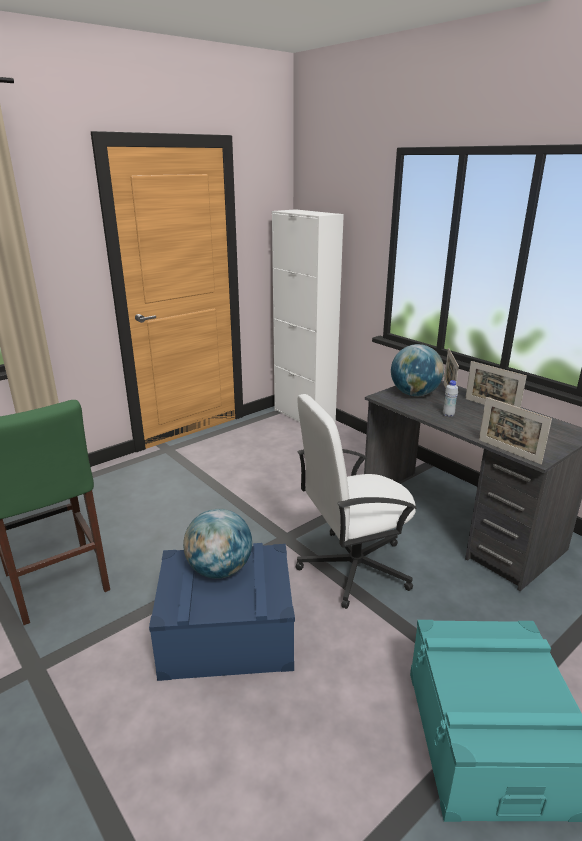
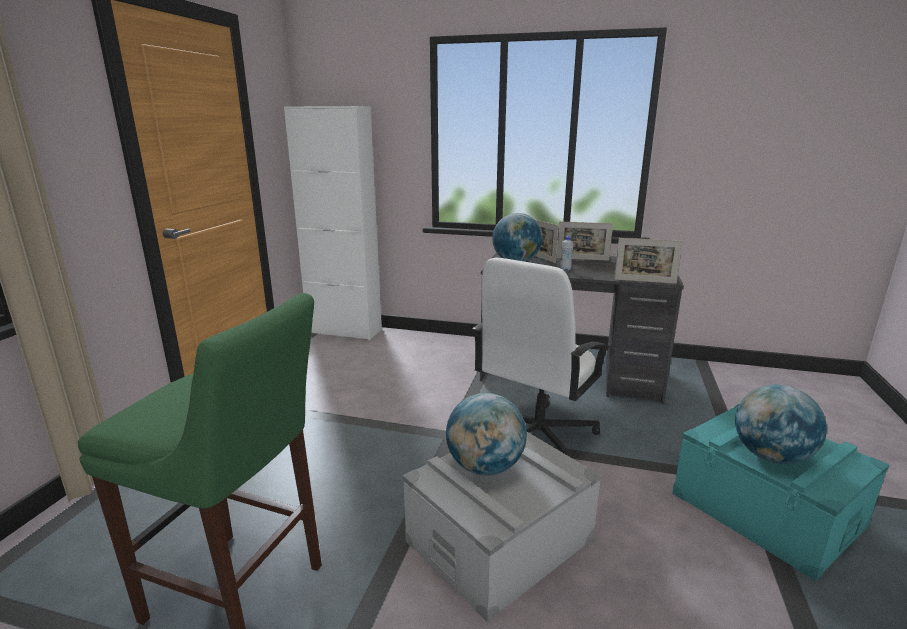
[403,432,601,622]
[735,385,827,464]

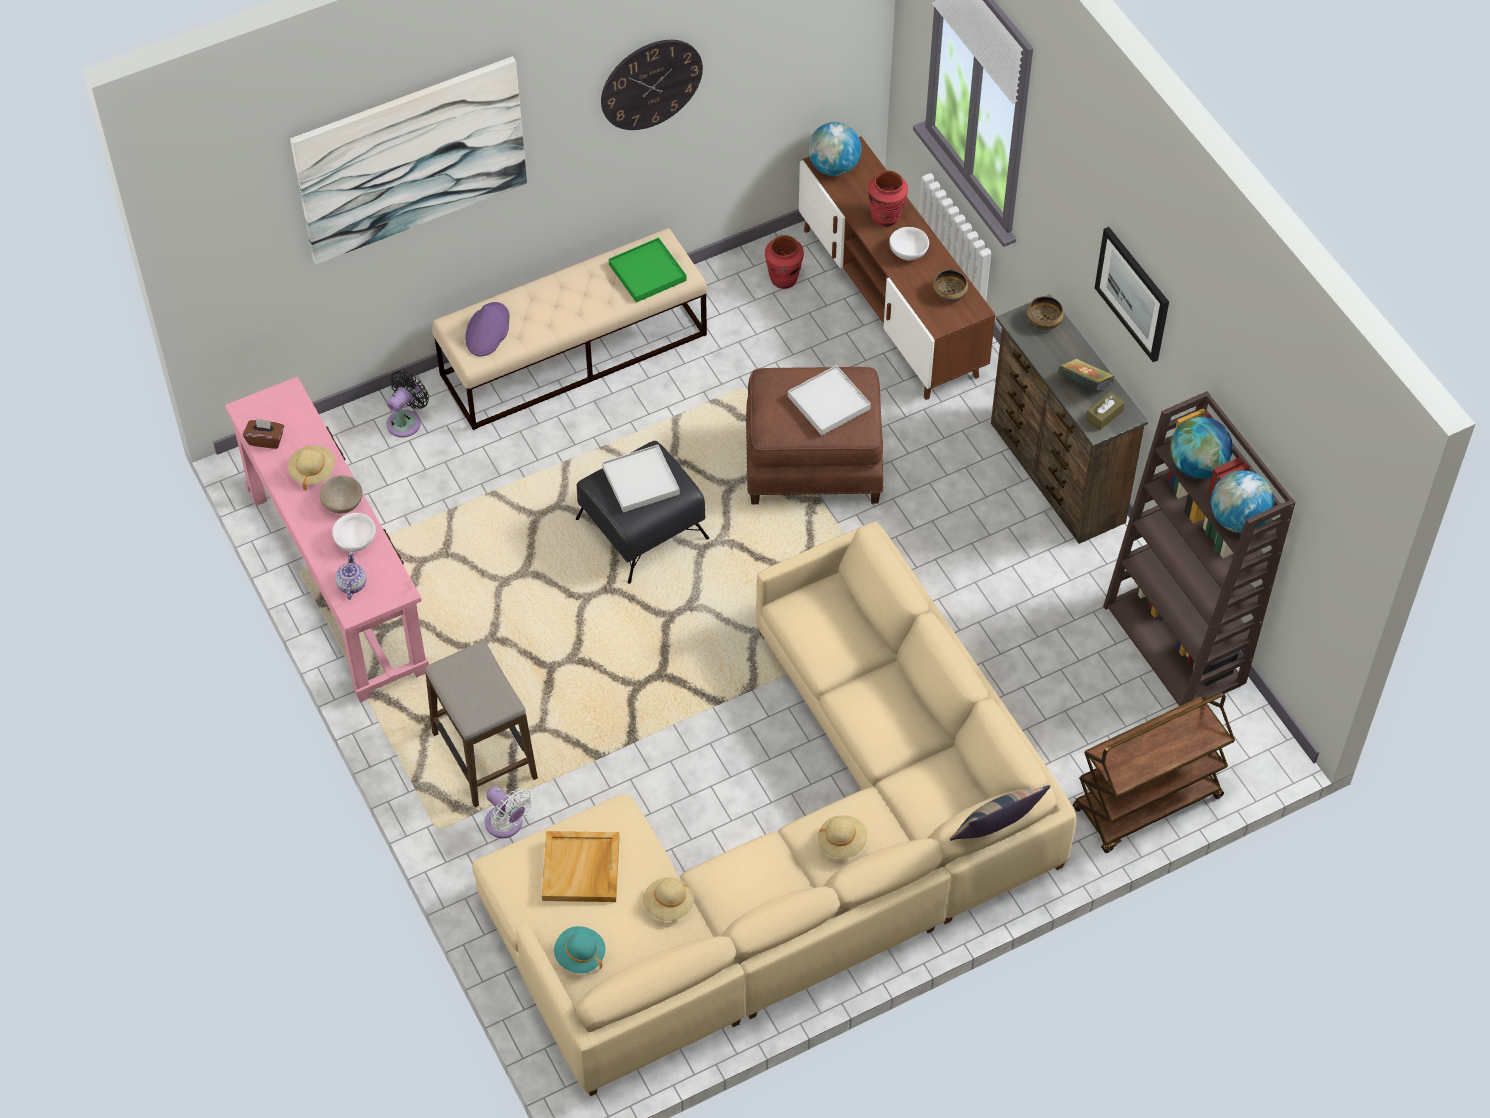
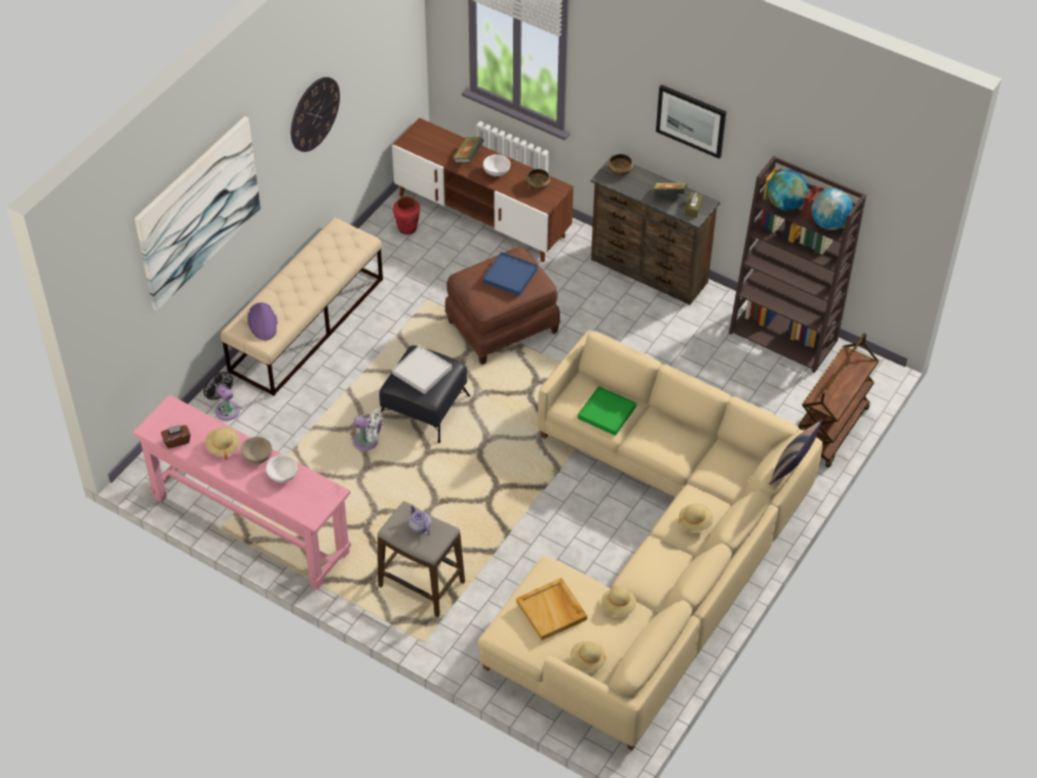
[409,504,431,535]
[203,371,240,421]
[353,409,383,451]
[570,641,606,672]
[578,386,636,436]
[483,252,538,296]
[808,122,861,176] (first image)
[453,137,484,163]

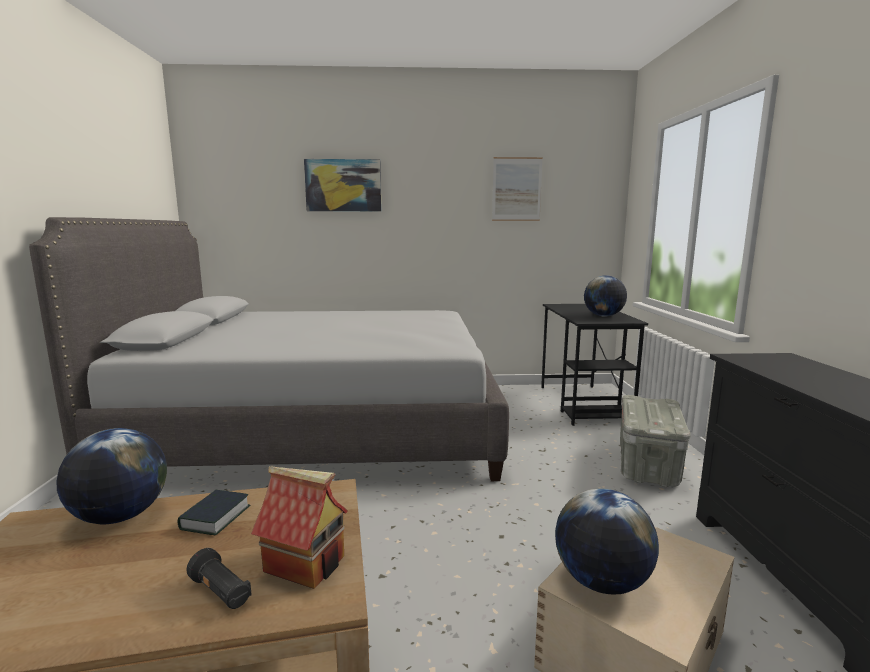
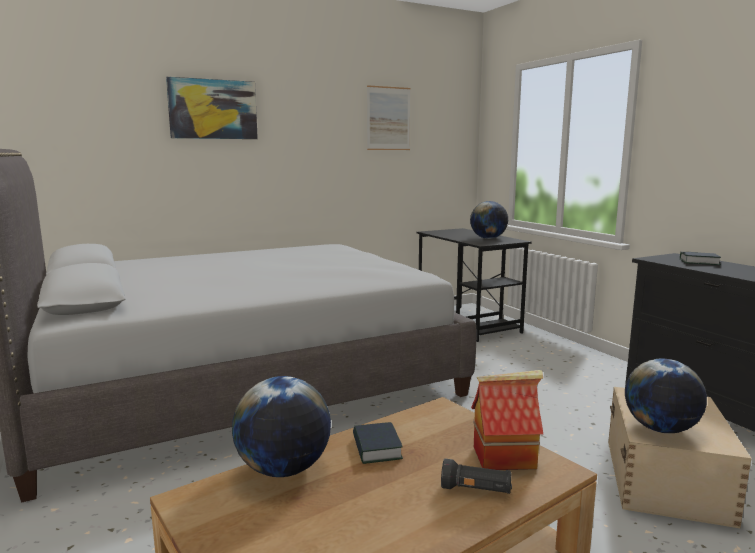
[620,395,691,487] (first image)
[680,252,721,265]

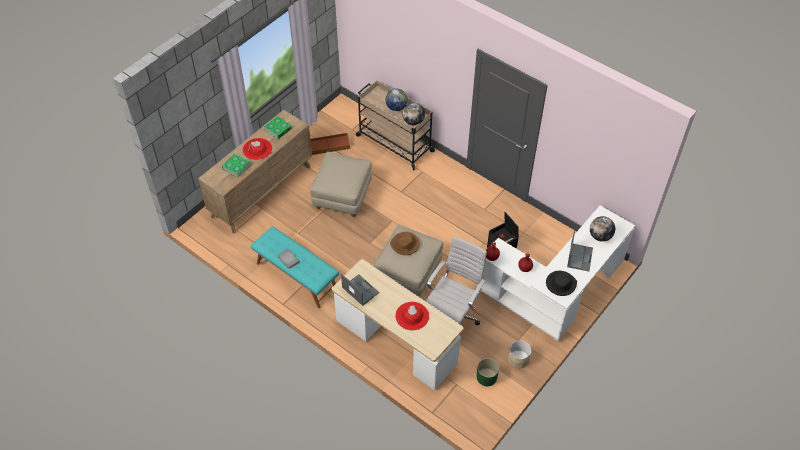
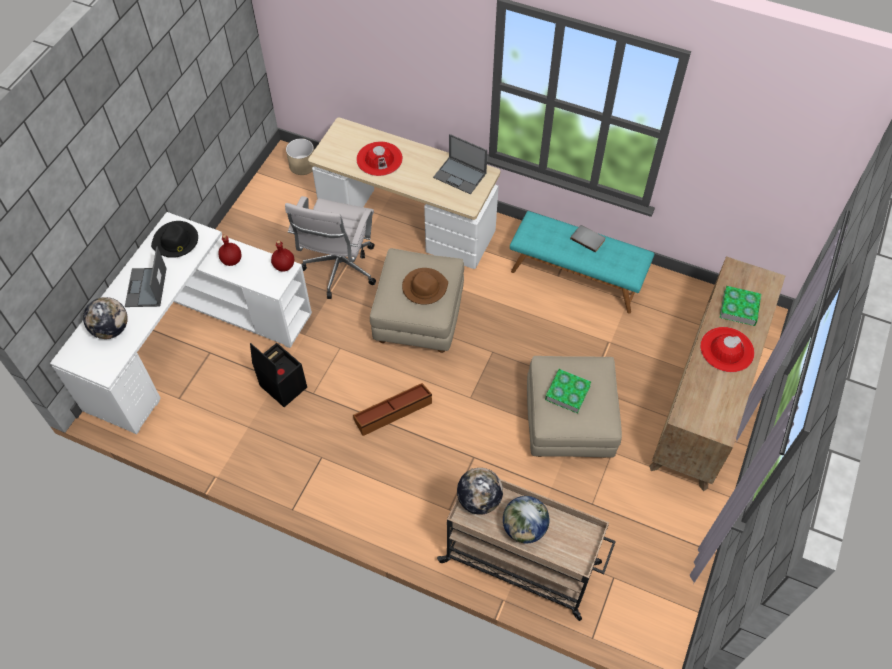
[545,369,591,413]
[353,383,432,436]
[477,358,499,386] (first image)
[286,138,314,175]

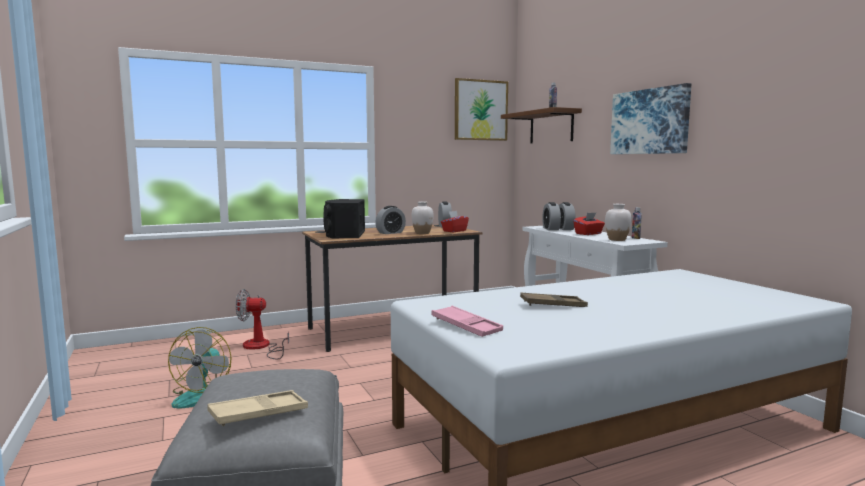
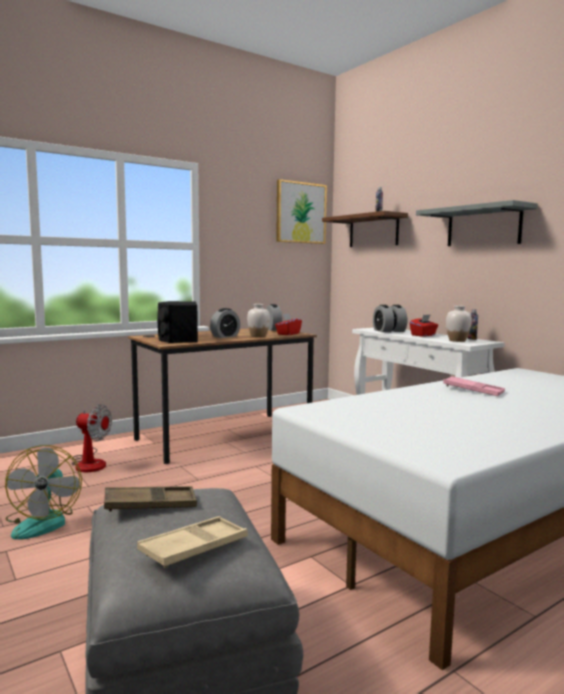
[72,404,112,472]
[443,376,505,396]
[104,486,197,512]
[416,200,538,246]

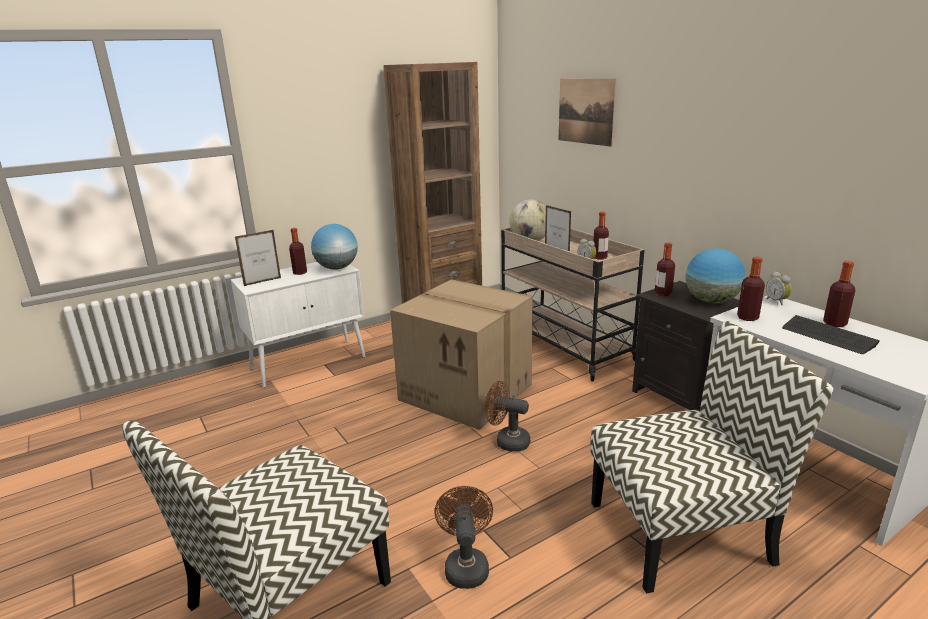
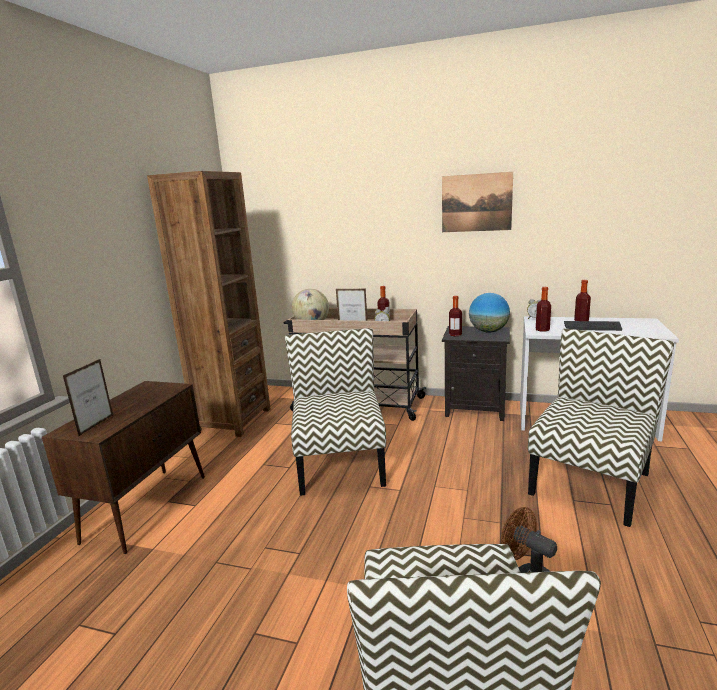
[42,381,205,554]
[289,228,307,275] (first image)
[311,224,358,270] (first image)
[285,328,386,496]
[485,381,530,452] (first image)
[442,172,513,232]

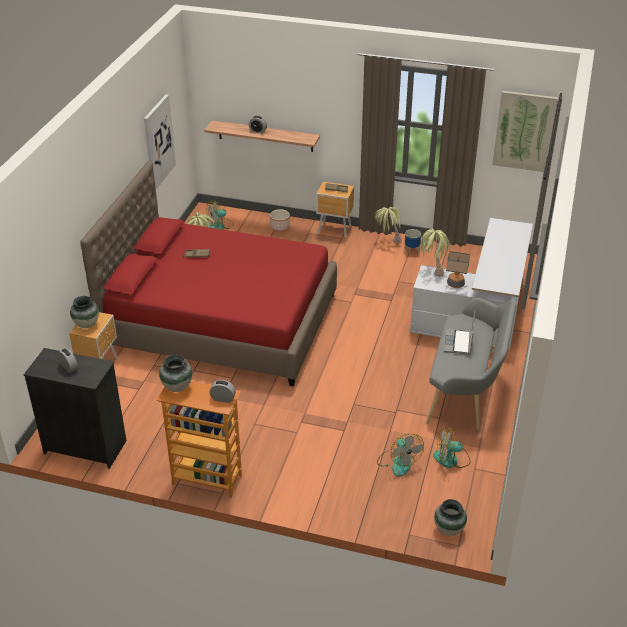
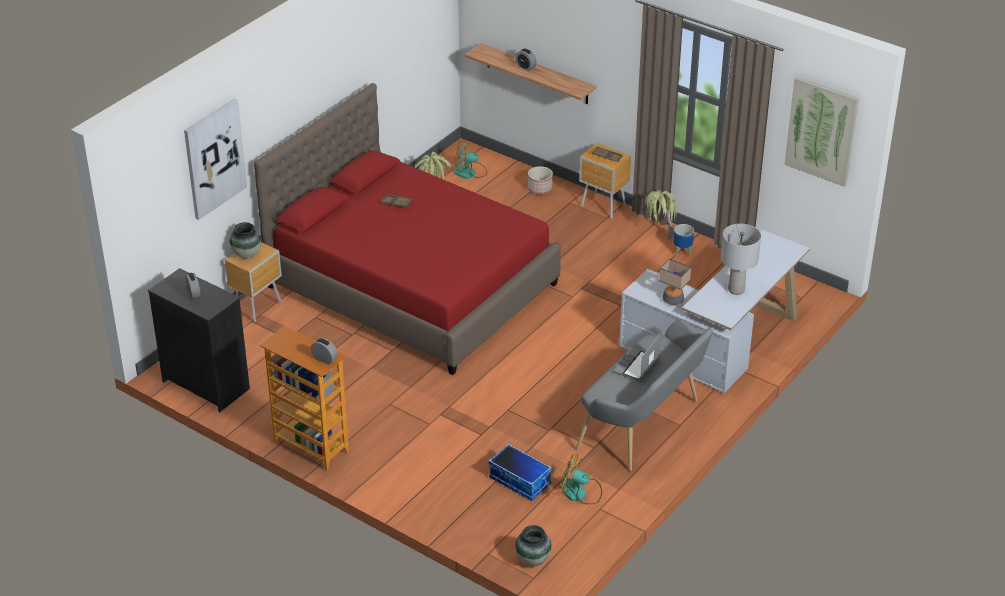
[184,99,247,220]
[159,354,193,392] (first image)
[488,444,552,501]
[420,228,451,277] (first image)
[721,224,761,295]

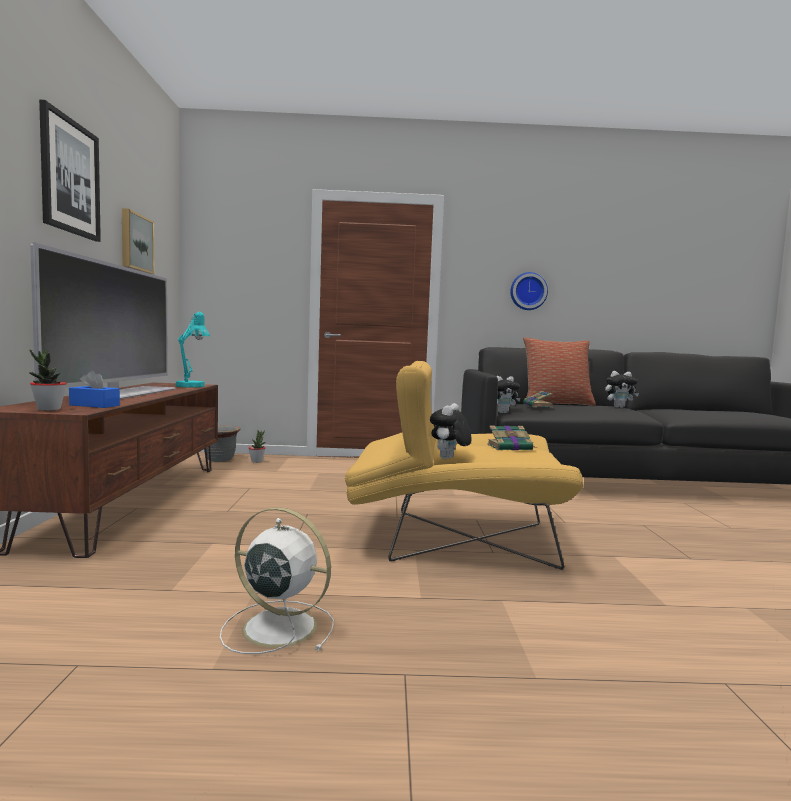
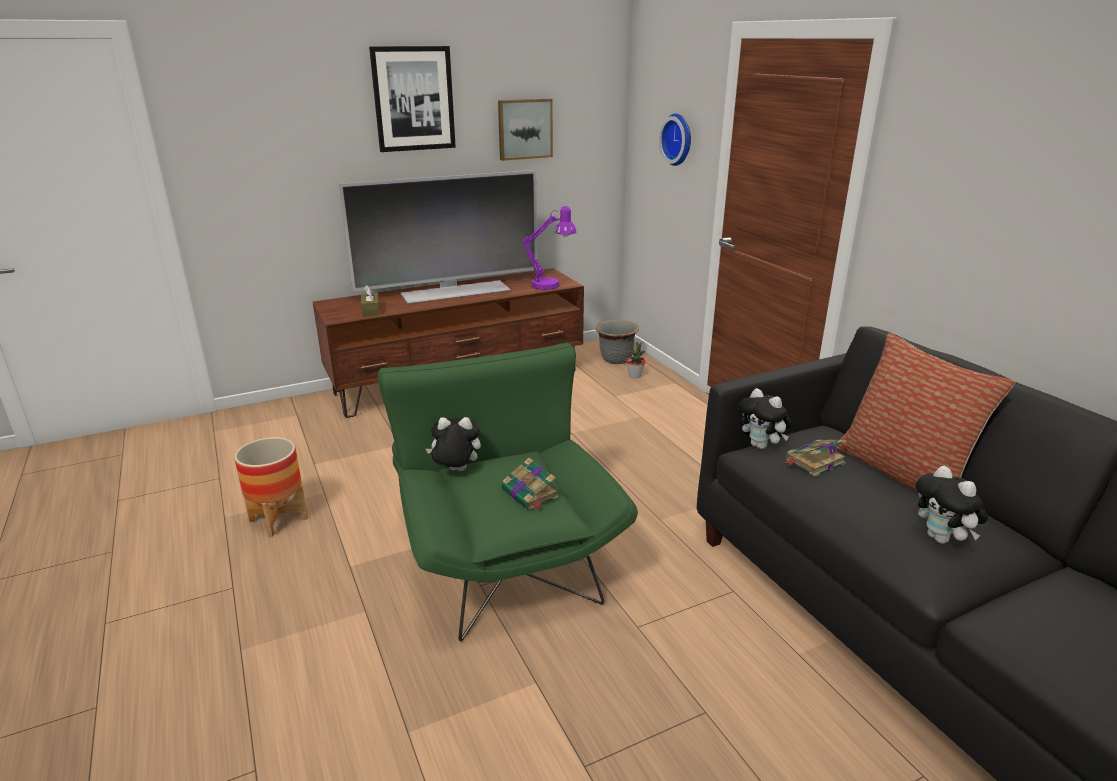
[29,349,67,411] (first image)
[361,285,380,317]
[522,206,576,290]
[234,437,308,537]
[378,343,638,642]
[659,113,691,166]

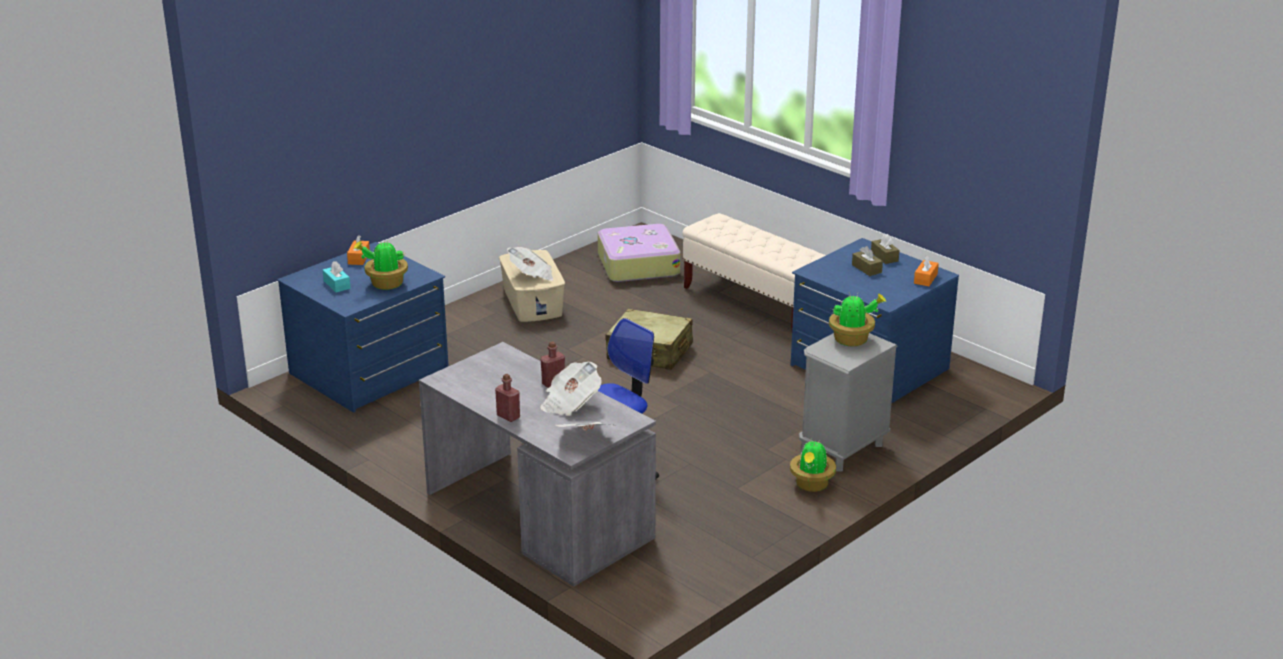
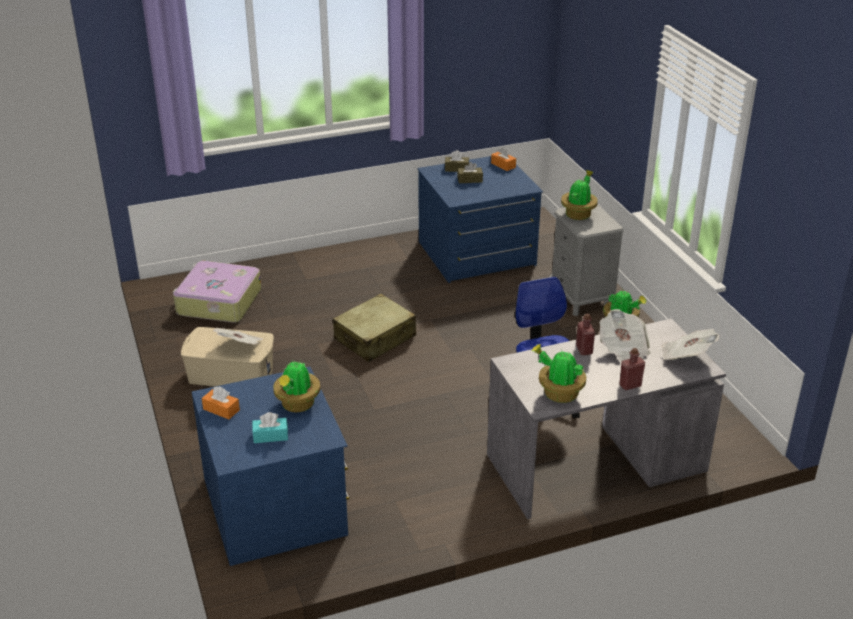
[682,213,826,329] (first image)
[532,344,586,403]

